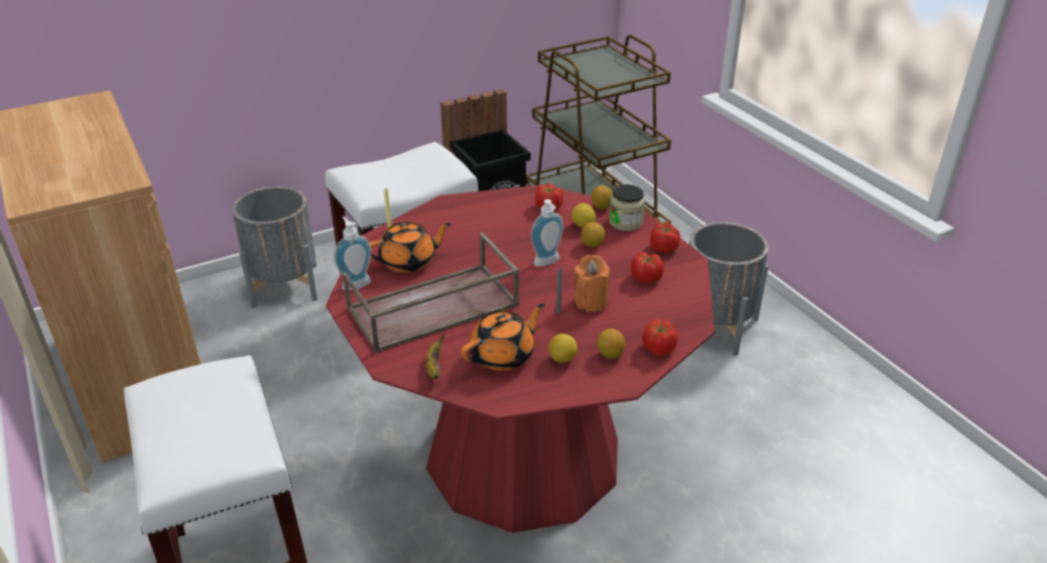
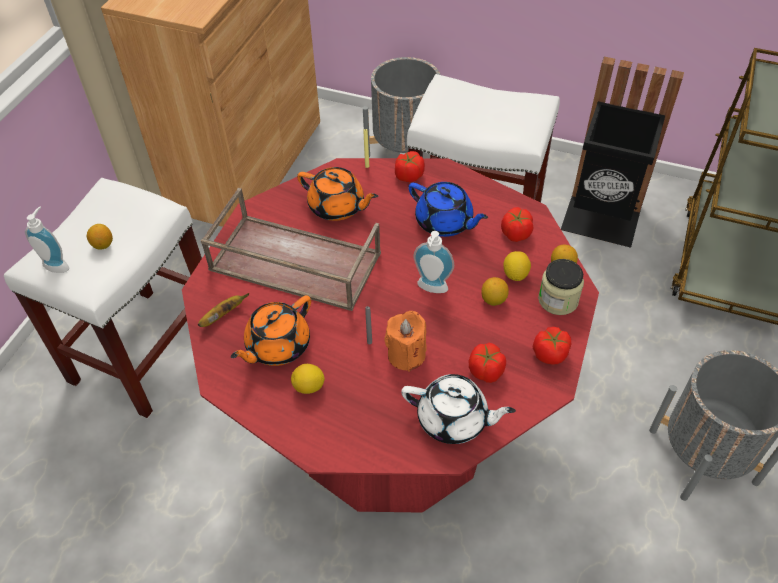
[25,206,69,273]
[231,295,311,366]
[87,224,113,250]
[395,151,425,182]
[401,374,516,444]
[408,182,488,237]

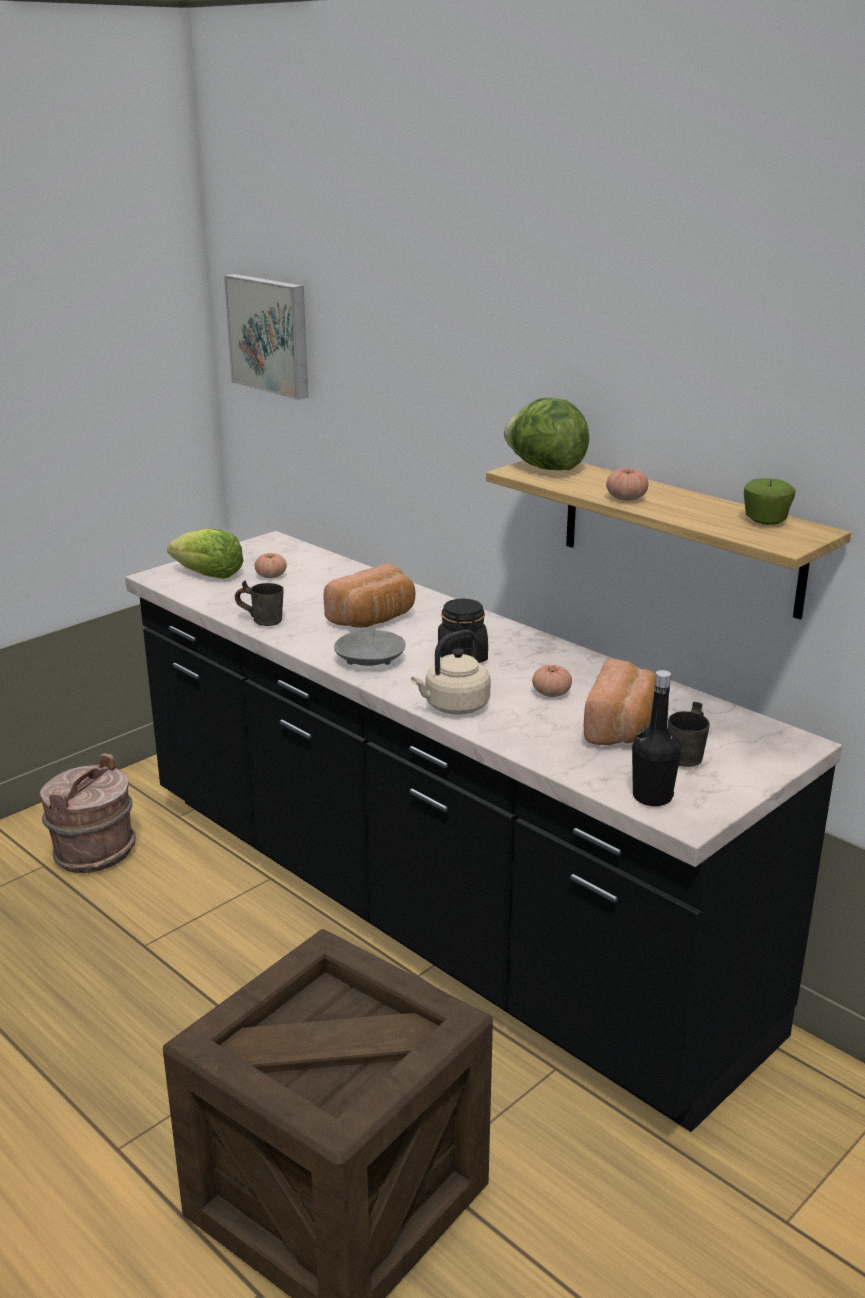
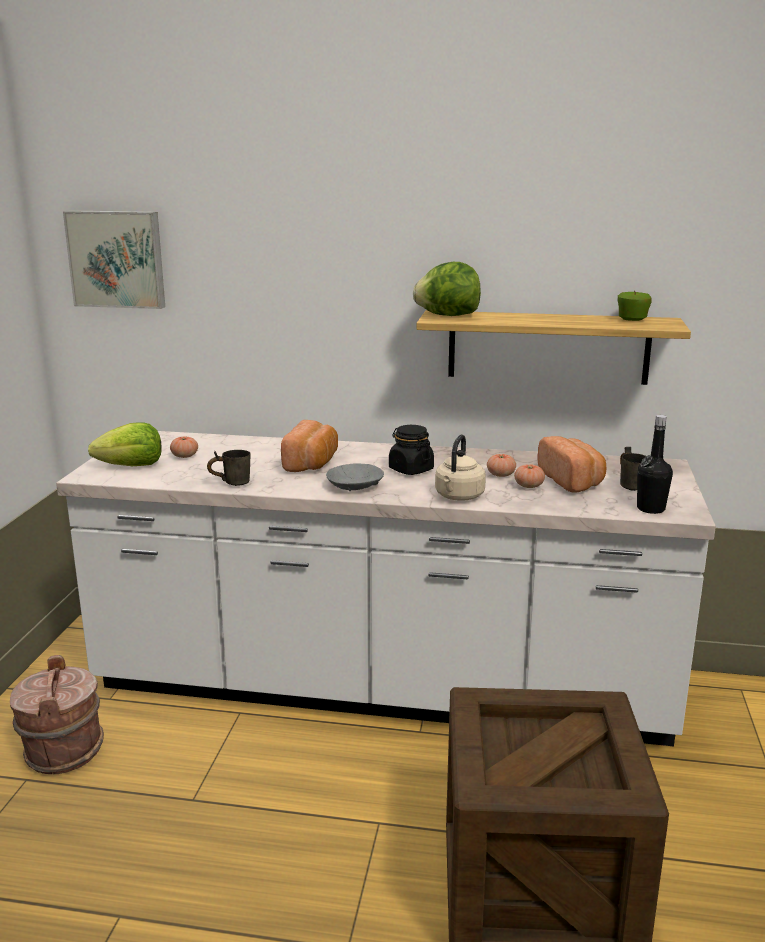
[56,431,716,746]
[514,464,545,488]

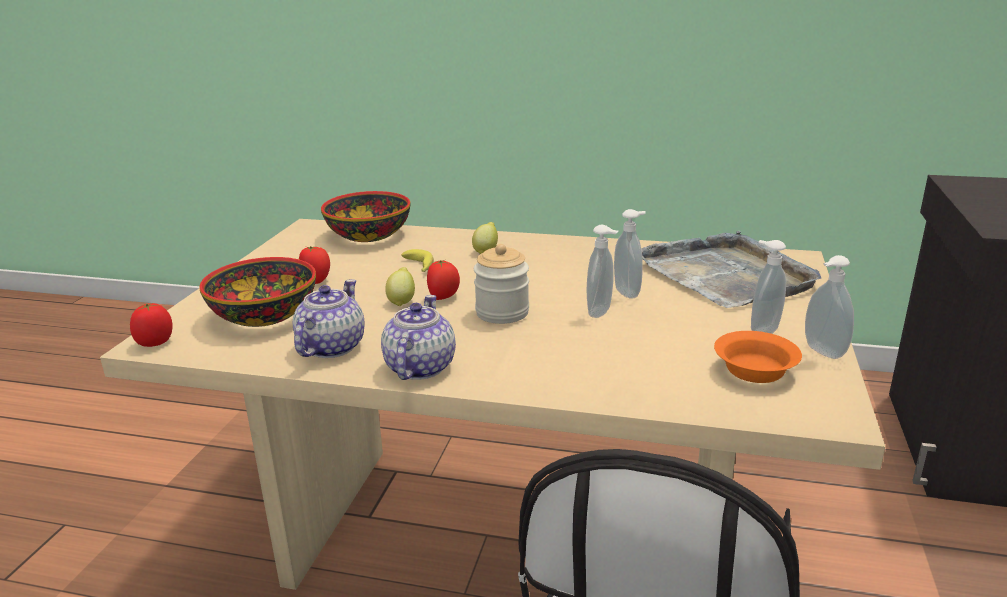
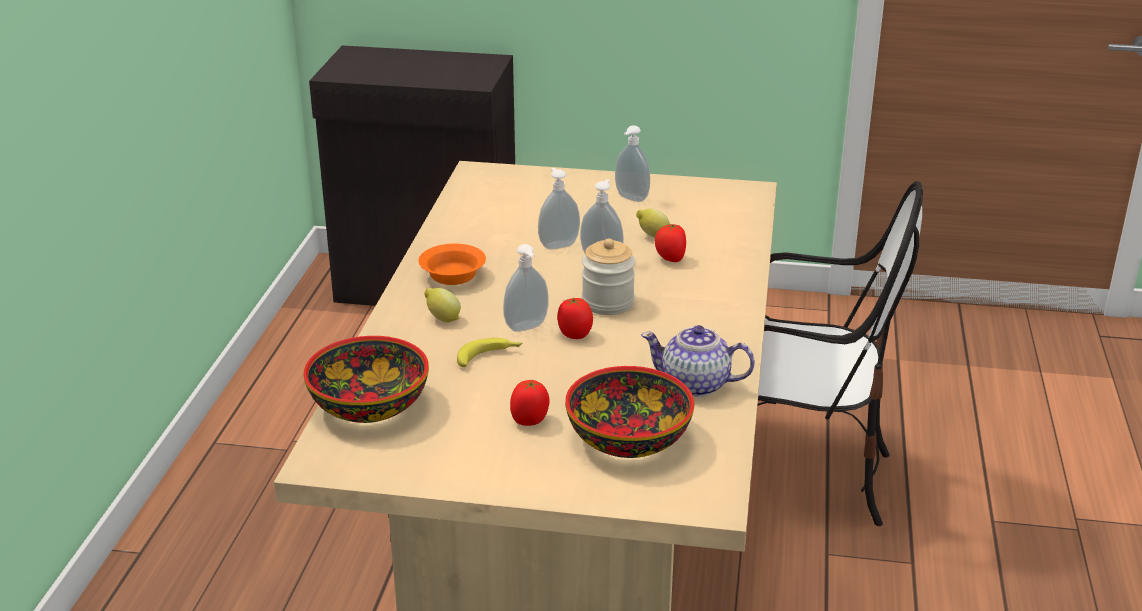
[655,223,686,262]
[381,295,456,380] (first image)
[636,209,670,238]
[641,231,821,308] (first image)
[418,244,486,285]
[503,244,549,332]

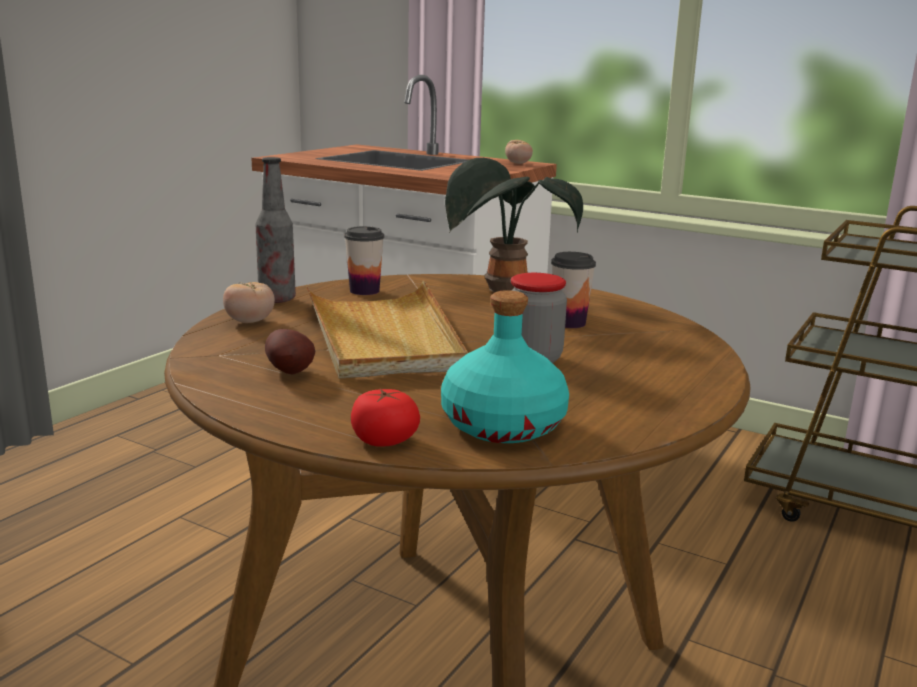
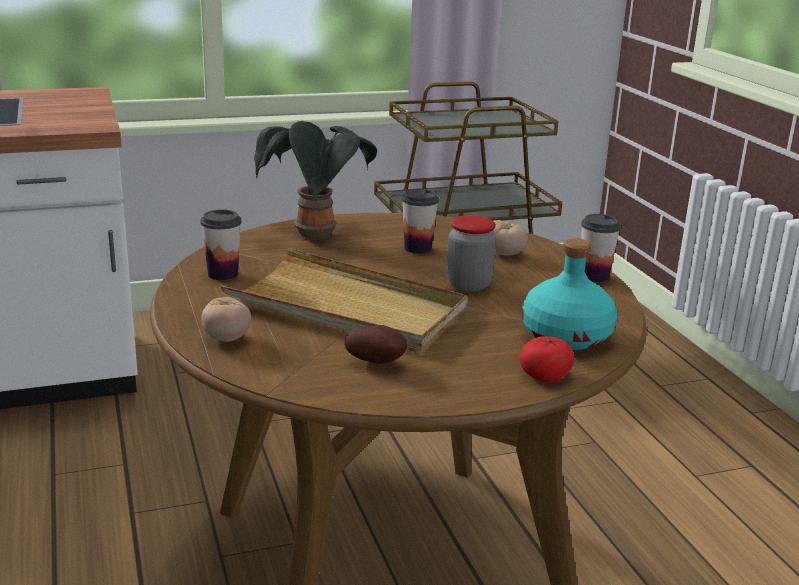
[255,157,296,303] (first image)
[493,220,528,256]
[581,214,621,283]

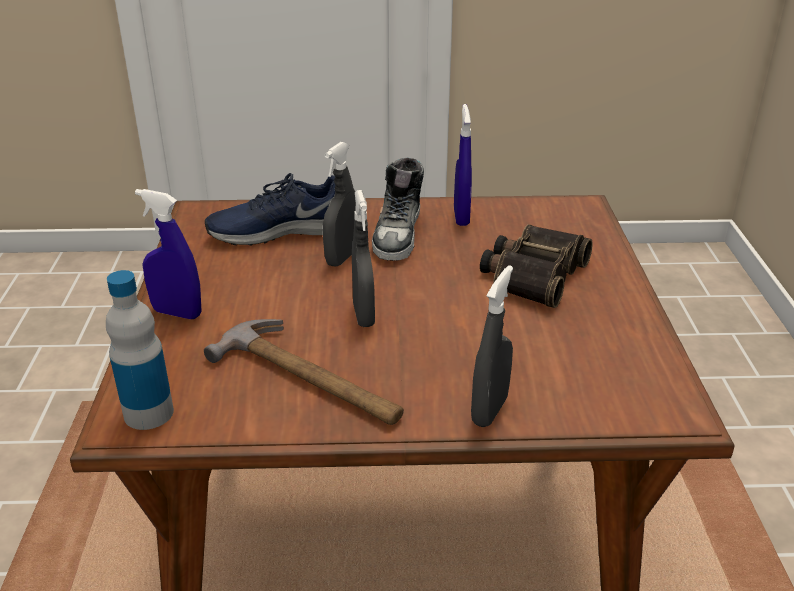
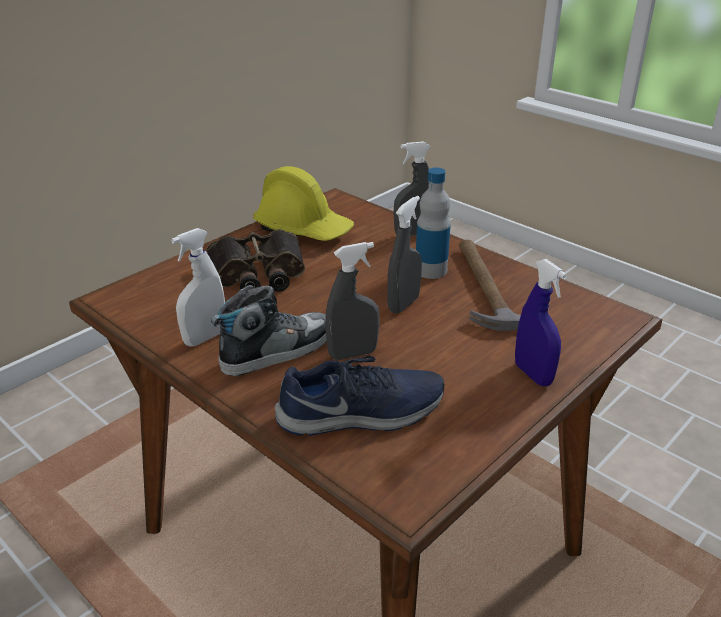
[416,168,451,279]
[275,356,444,436]
[171,228,225,347]
[253,166,354,241]

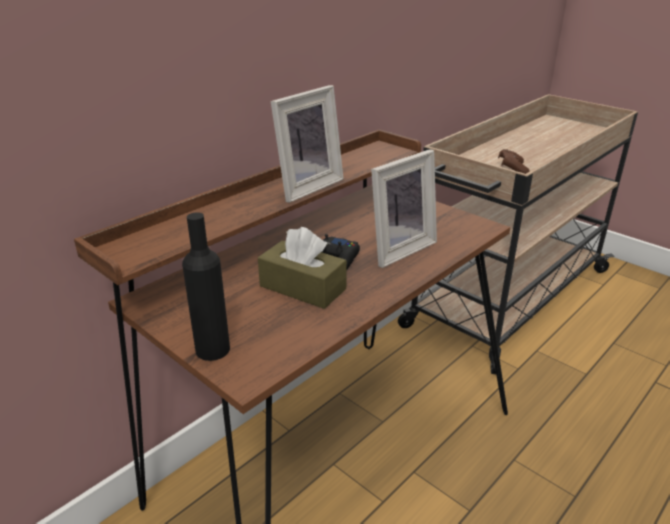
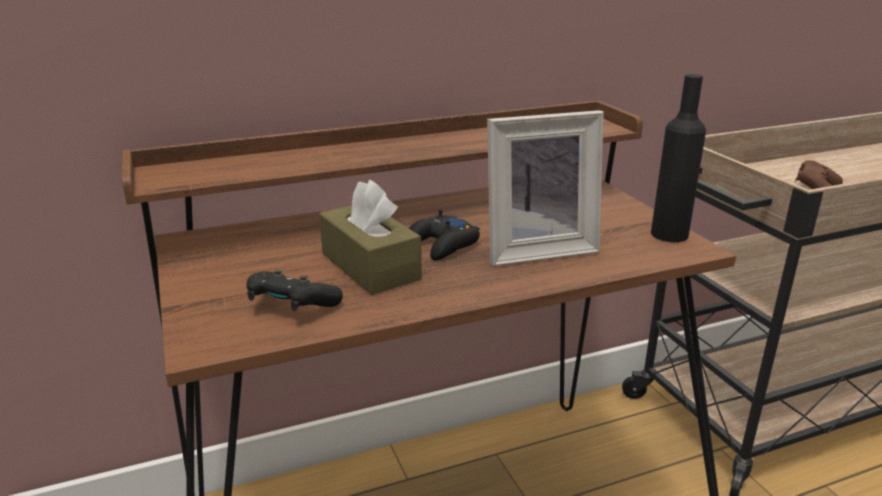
[651,74,706,242]
[271,85,344,203] (first image)
[246,270,343,311]

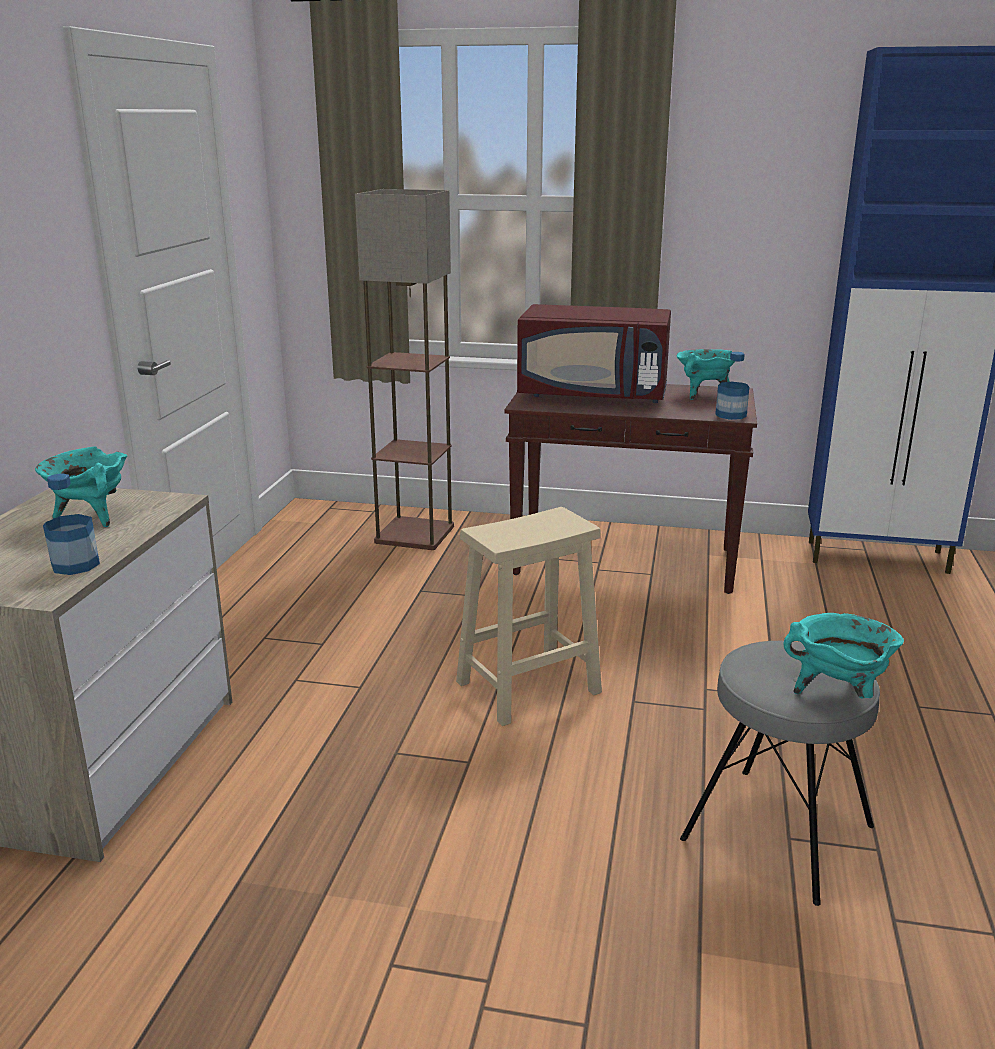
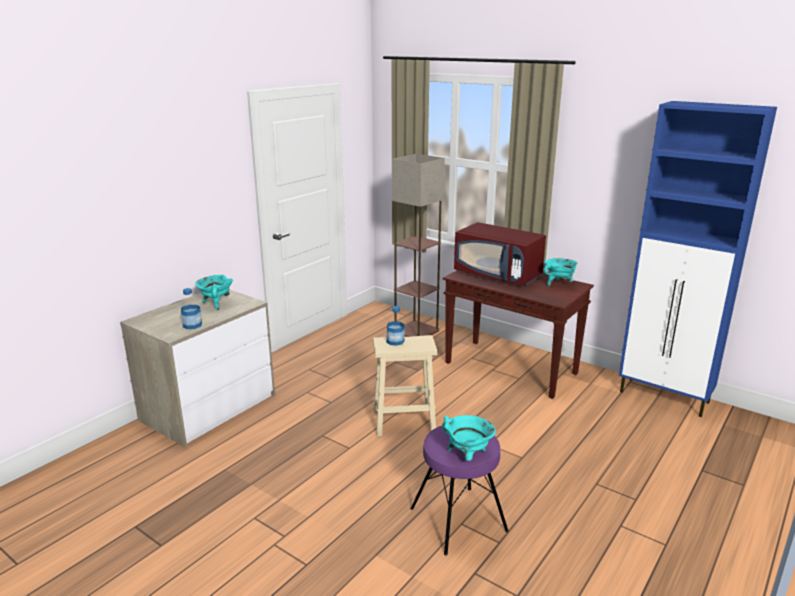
[410,426,509,556]
[386,306,405,346]

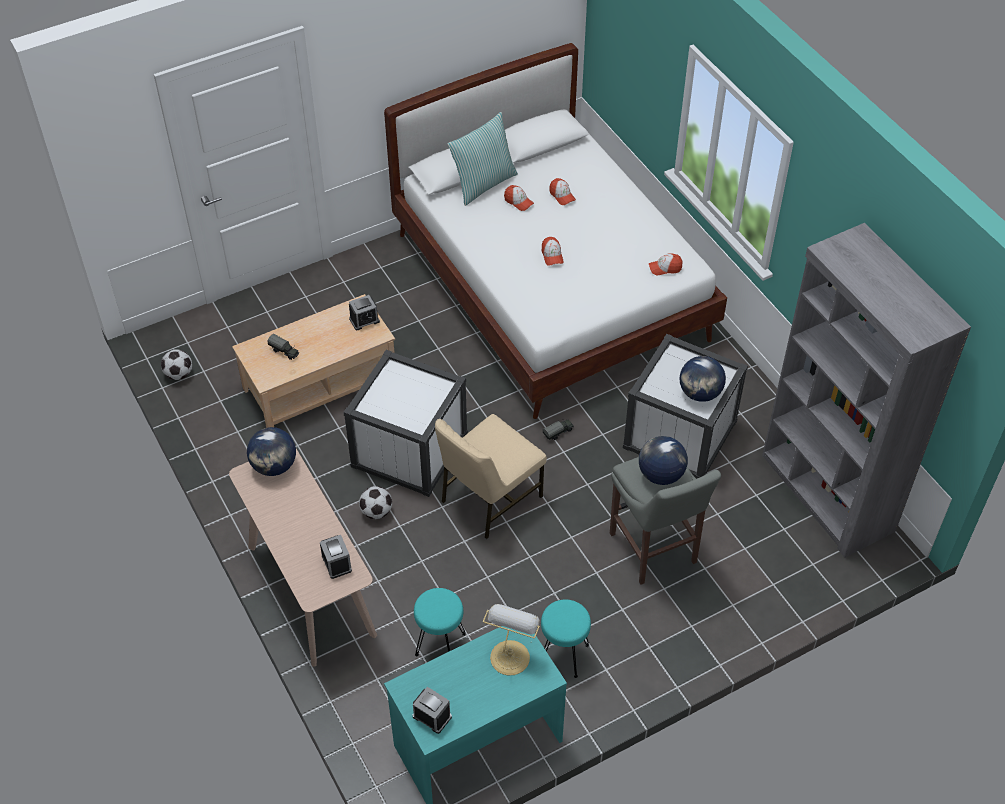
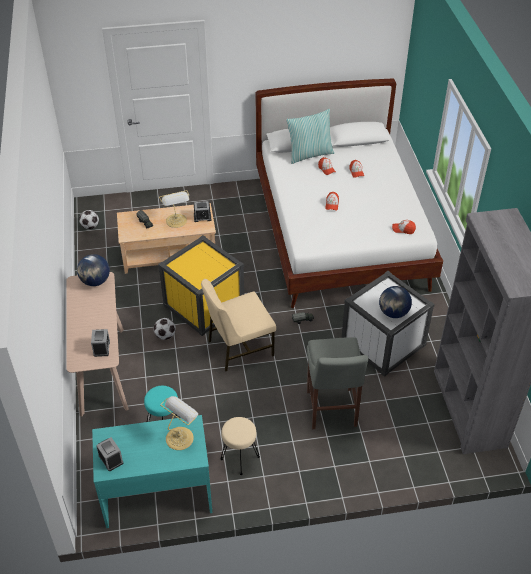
[158,235,244,336]
[221,417,260,475]
[639,436,688,485] (first image)
[159,190,189,228]

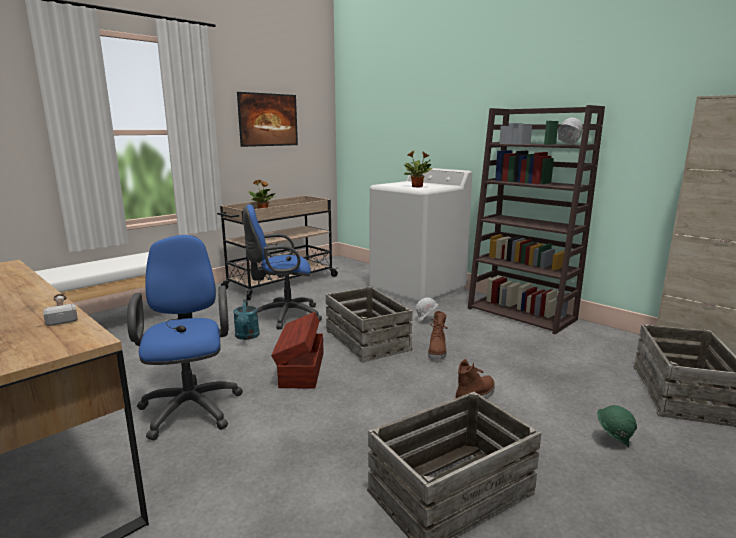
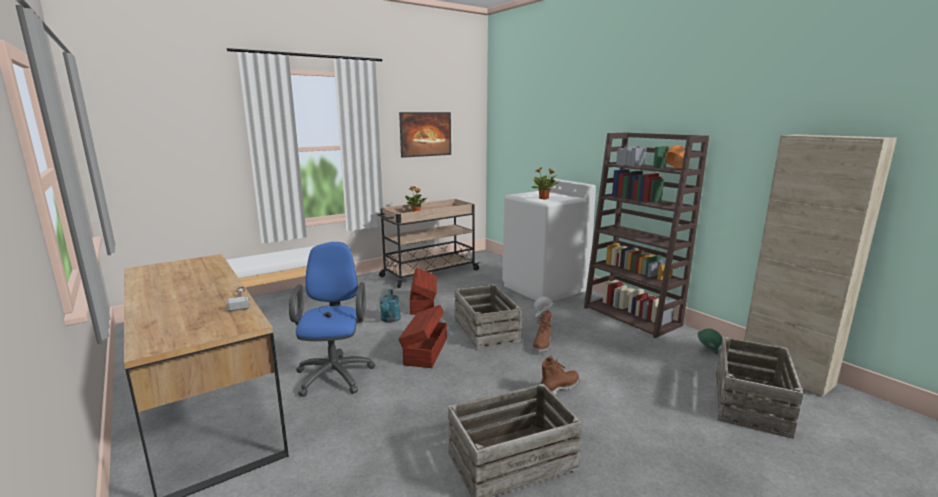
[410,268,437,315]
[665,145,685,169]
[698,328,722,354]

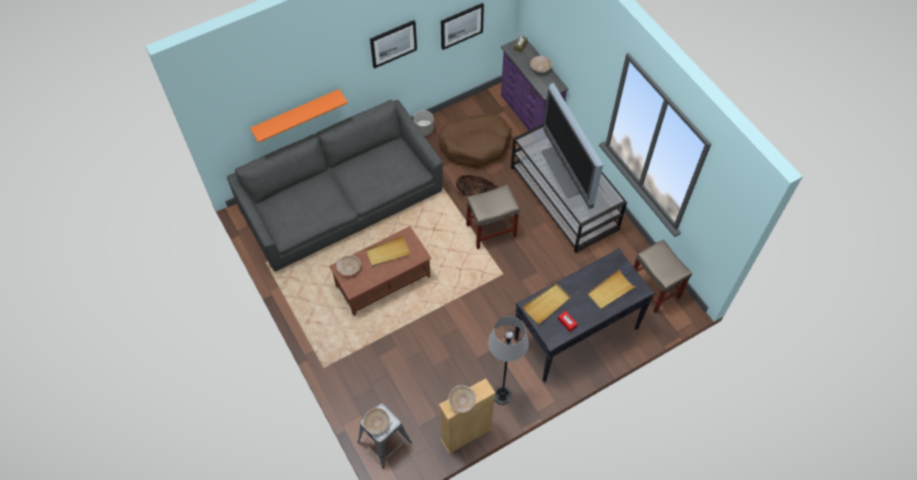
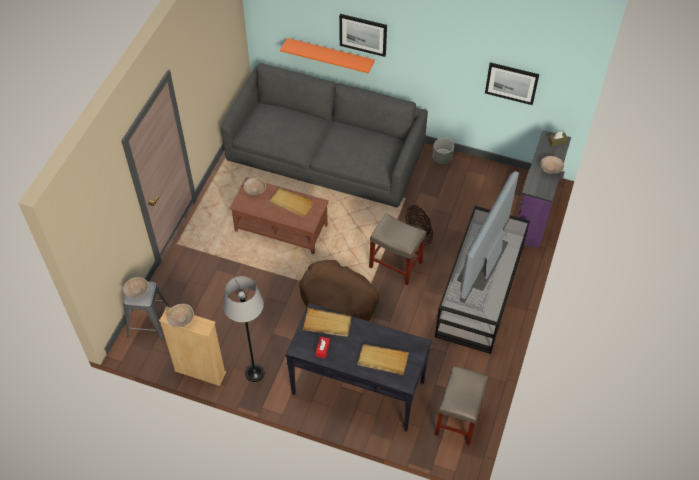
[339,14,387,57]
[299,260,379,321]

